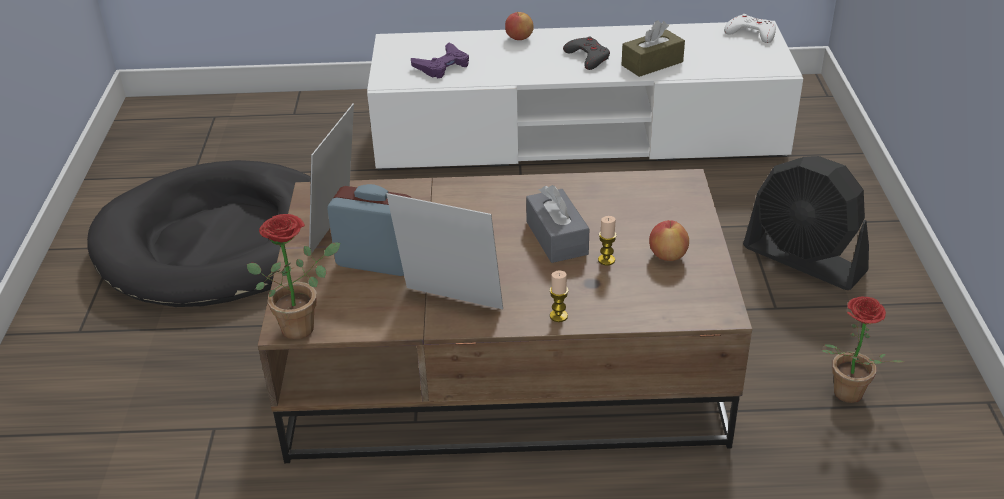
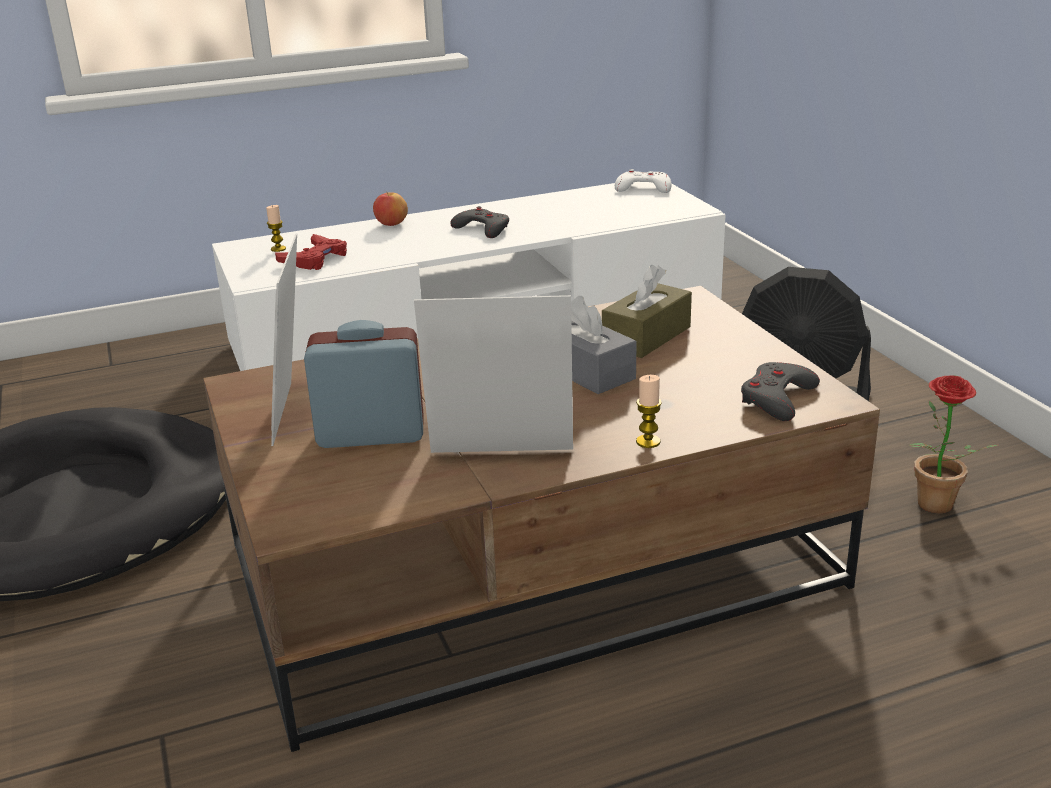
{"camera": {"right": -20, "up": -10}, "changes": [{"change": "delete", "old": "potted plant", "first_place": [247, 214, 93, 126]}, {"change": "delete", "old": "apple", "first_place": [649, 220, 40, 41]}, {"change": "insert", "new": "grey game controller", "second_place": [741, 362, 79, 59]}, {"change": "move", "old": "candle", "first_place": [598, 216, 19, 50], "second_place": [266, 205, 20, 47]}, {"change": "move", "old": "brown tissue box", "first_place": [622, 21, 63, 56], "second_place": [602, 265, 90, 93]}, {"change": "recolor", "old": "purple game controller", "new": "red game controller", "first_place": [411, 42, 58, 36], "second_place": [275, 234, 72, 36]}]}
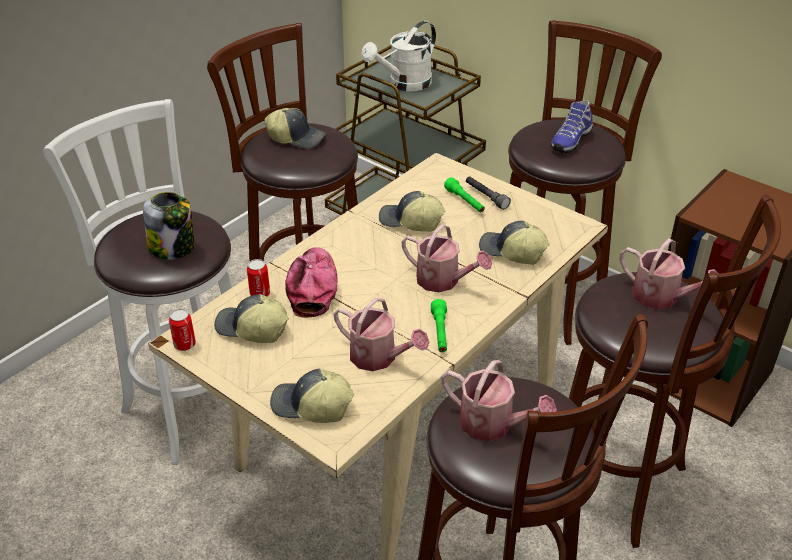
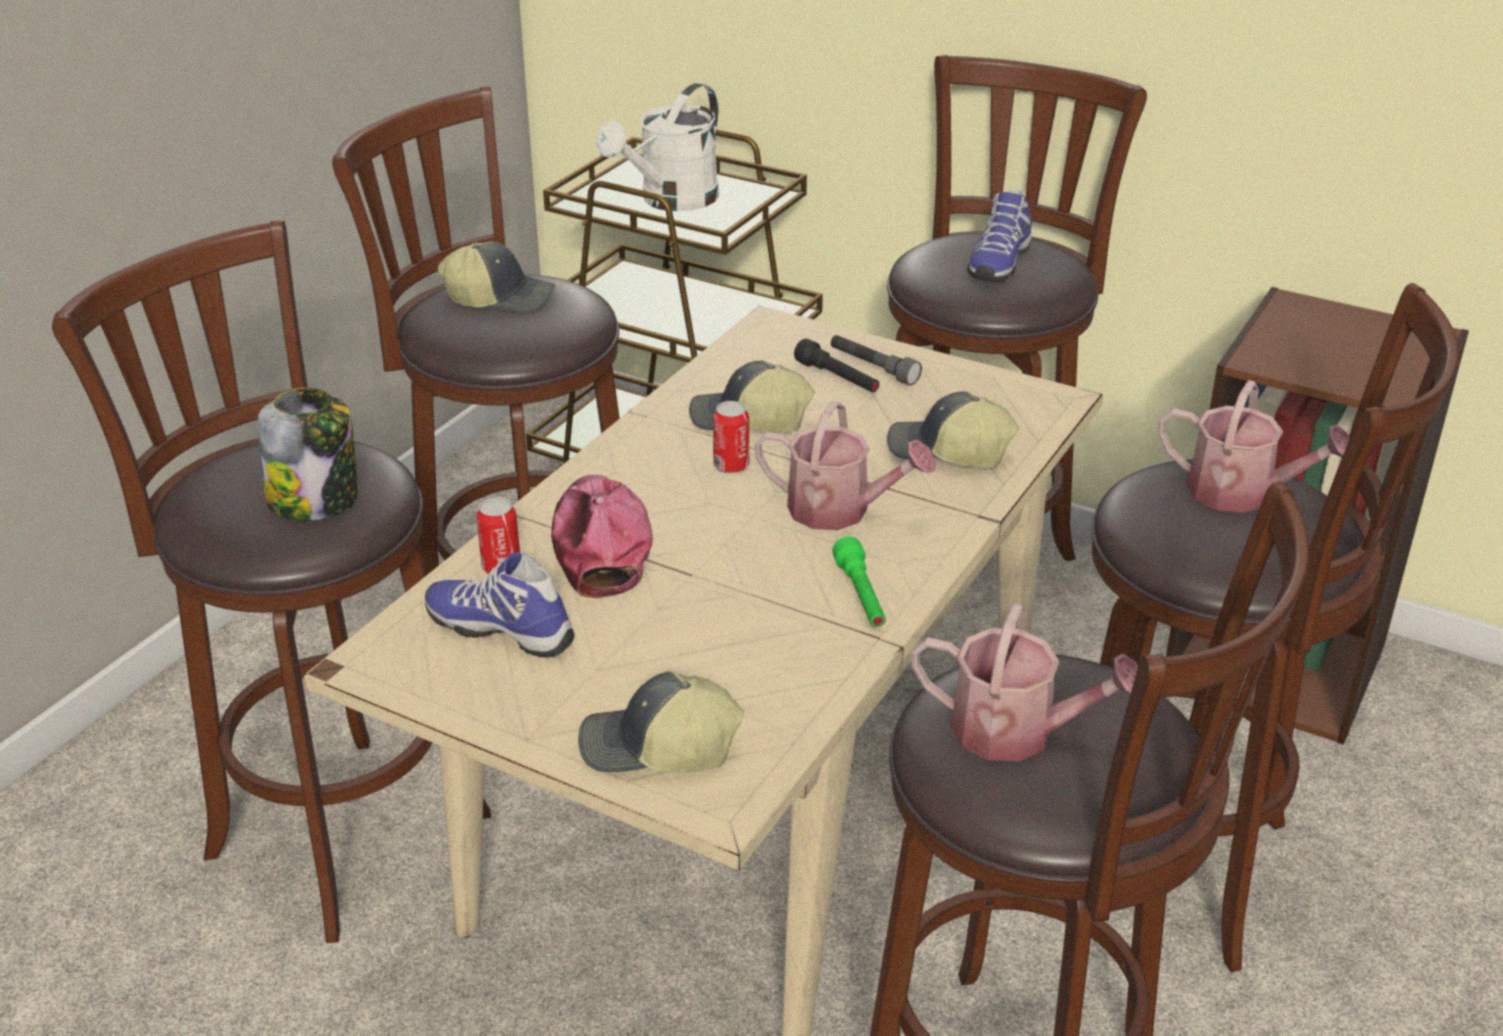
{"camera": {"right": -10, "up": -5}, "changes": [{"change": "delete", "old": "watering can", "first_place": [333, 298, 96, 73]}, {"change": "move", "old": "can", "first_place": [169, 309, 27, 42], "second_place": [713, 401, 36, 73]}, {"change": "replace", "old": "cap", "new": "shoe", "first_place": [214, 294, 75, 49], "second_place": [425, 552, 150, 106]}, {"change": "recolor", "old": "white stool", "new": "brown stool", "first_place": [43, 99, 190, 366], "second_place": [52, 221, 439, 722]}, {"change": "recolor", "old": "green flashlight", "new": "black flashlight", "first_place": [444, 177, 41, 36], "second_place": [794, 339, 86, 54]}]}
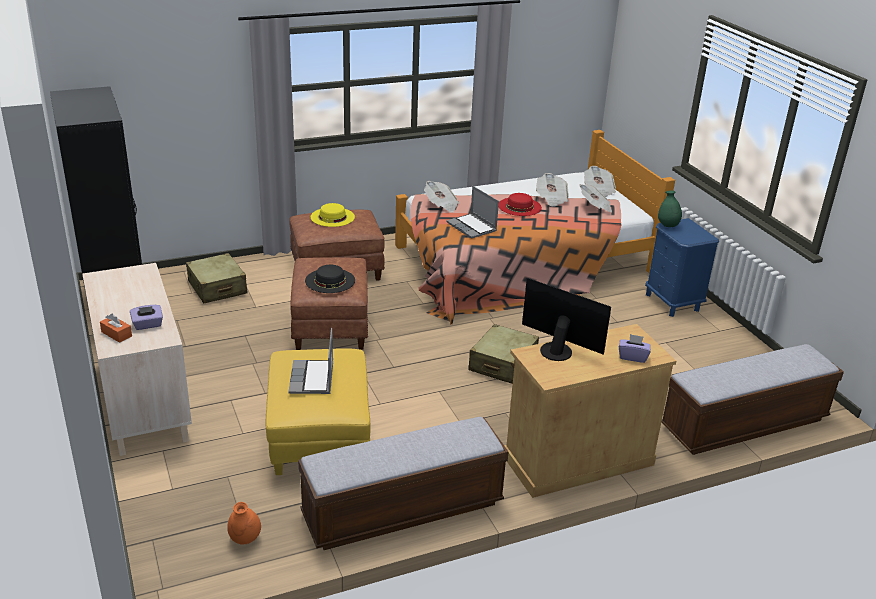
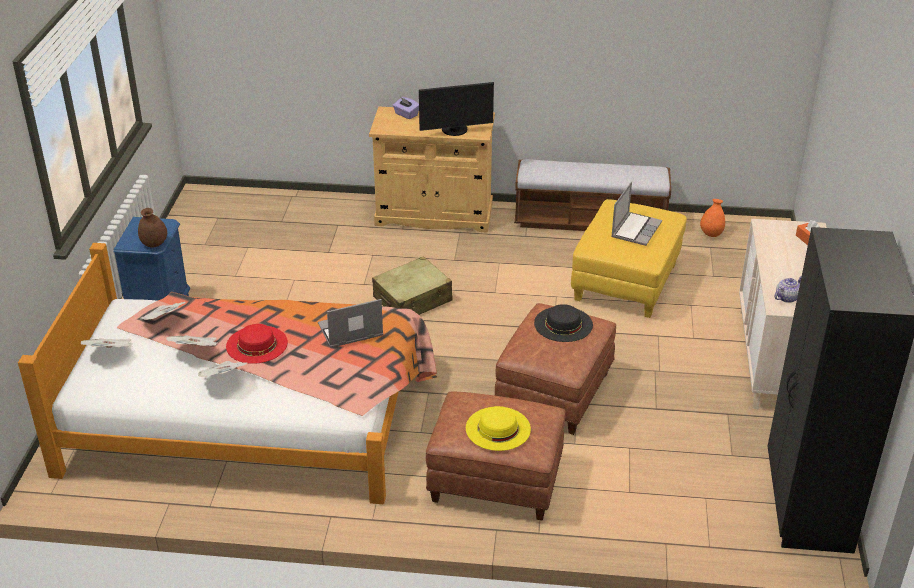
{"camera": {"right": -150, "up": 5}, "changes": [{"change": "delete", "old": "purple tissue box", "first_place": [130, 305, 33, 25]}, {"change": "delete", "old": "beige suitcase", "first_place": [186, 253, 62, 50]}, {"change": "delete", "old": "bench", "first_place": [662, 344, 182, 111]}, {"change": "insert", "new": "teapot", "second_place": [774, 276, 28, 27]}, {"change": "move", "old": "newspaper", "first_place": [424, 181, 35, 31], "second_place": [198, 361, 49, 16]}, {"change": "recolor", "old": "green vase", "new": "brown vase", "first_place": [658, 191, 24, 36], "second_place": [138, 208, 29, 40]}, {"change": "rotate", "old": "laptop", "first_place": [447, 186, 52, 53], "second_place": [318, 299, 65, 49], "degrees": -105}, {"change": "rotate", "old": "monitor", "first_place": [522, 278, 89, 83], "second_place": [419, 82, 75, 54], "degrees": -75}]}
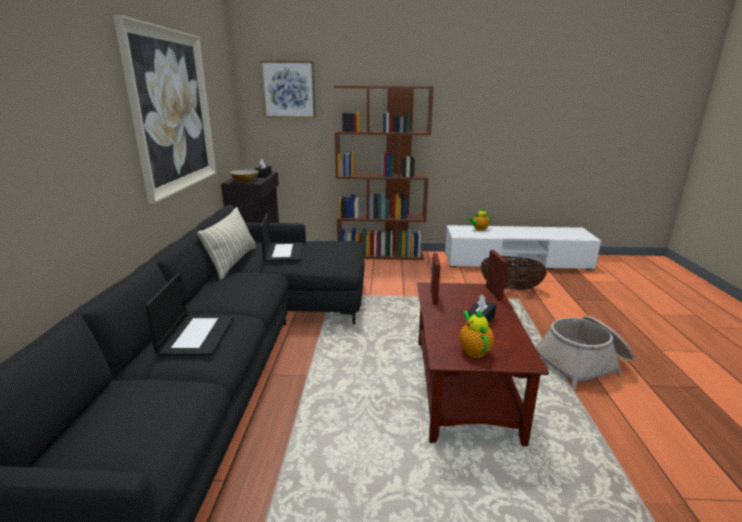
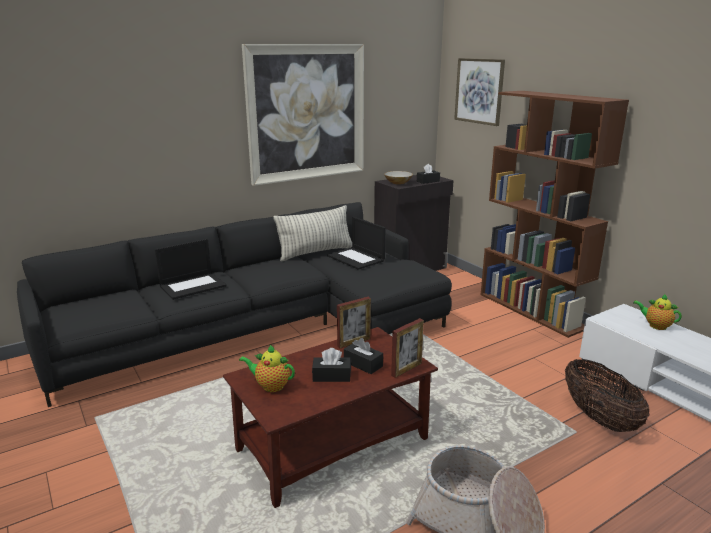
{"camera": {"right": 55, "up": 0}, "changes": [{"change": "insert", "new": "black tissue box", "second_place": [344, 338, 39, 36]}, {"change": "rotate", "old": "laptop", "first_place": [260, 213, 43, 49], "second_place": [327, 217, 59, 53], "degrees": 90}, {"change": "rotate", "old": "teapot", "first_place": [459, 309, 35, 49], "second_place": [239, 345, 56, 47], "degrees": -120}]}
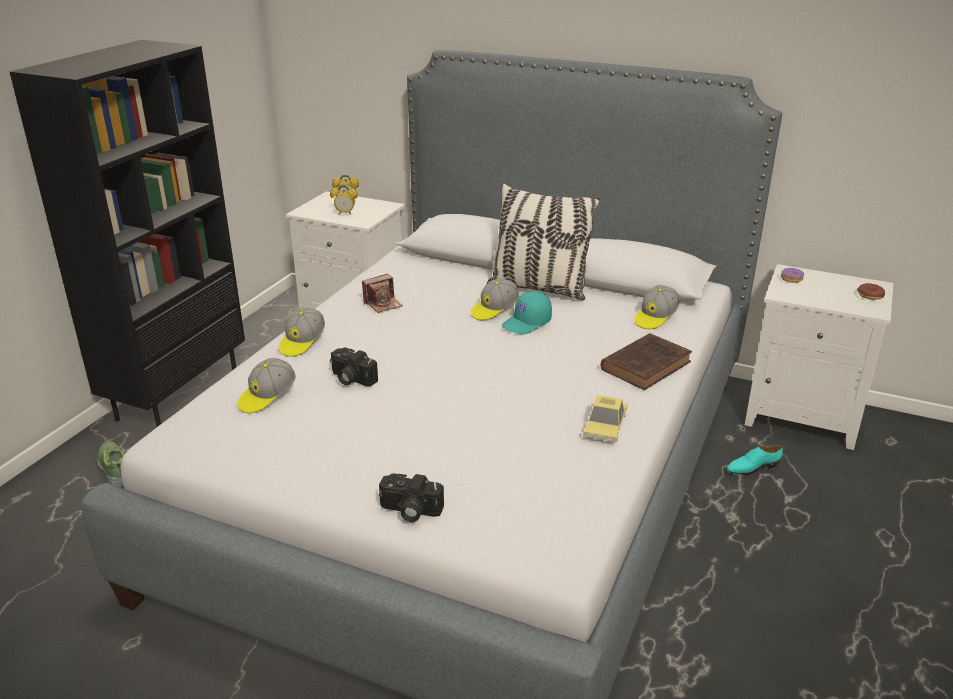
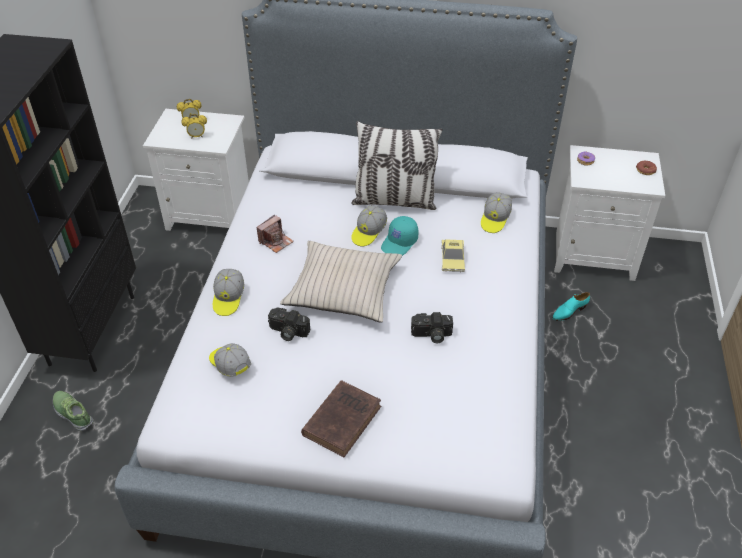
{"camera": {"right": -15, "up": 15}, "changes": [{"change": "insert", "new": "beige pillow", "second_place": [280, 241, 122, 81]}, {"change": "move", "old": "photo camera", "first_place": [379, 473, 65, 49], "second_place": [411, 312, 42, 31]}, {"change": "move", "old": "toy car", "first_place": [583, 395, 44, 47], "second_place": [441, 239, 24, 33]}, {"change": "move", "old": "brown book", "first_place": [601, 333, 91, 57], "second_place": [301, 380, 80, 77]}, {"change": "rotate", "old": "cap", "first_place": [237, 358, 59, 55], "second_place": [209, 343, 42, 34], "degrees": 120}]}
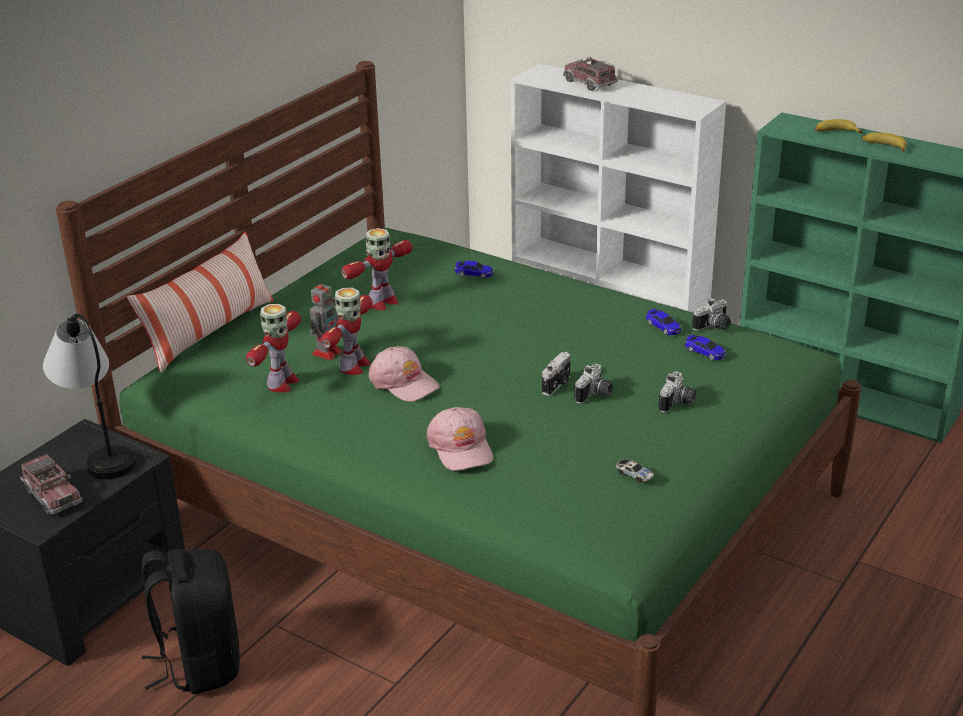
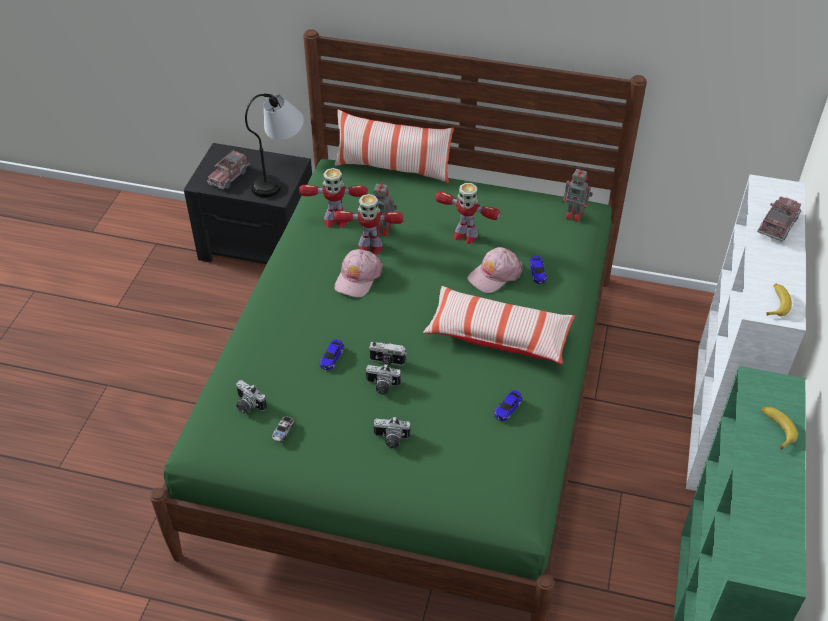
{"camera": {"right": 70, "up": 15}, "changes": [{"change": "delete", "old": "black backpack", "first_place": [142, 549, 98, 145]}, {"change": "insert", "new": "pillow", "second_place": [423, 286, 152, 78]}, {"change": "insert", "new": "toy robot", "second_place": [563, 167, 30, 55]}, {"change": "move", "old": "pink cap", "first_place": [426, 407, 67, 64], "second_place": [467, 247, 55, 46]}, {"change": "move", "old": "toy car", "first_place": [685, 335, 41, 25], "second_place": [320, 339, 24, 31]}, {"change": "move", "old": "photo camera", "first_place": [692, 298, 39, 33], "second_place": [236, 380, 31, 34]}, {"change": "move", "old": "banana", "first_place": [862, 132, 45, 20], "second_place": [766, 284, 26, 32]}]}
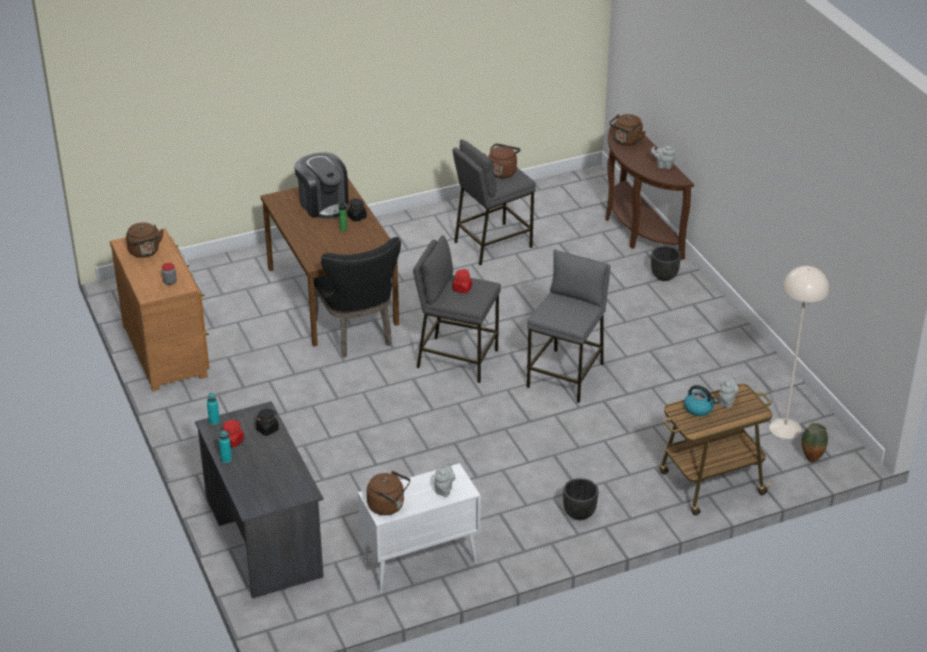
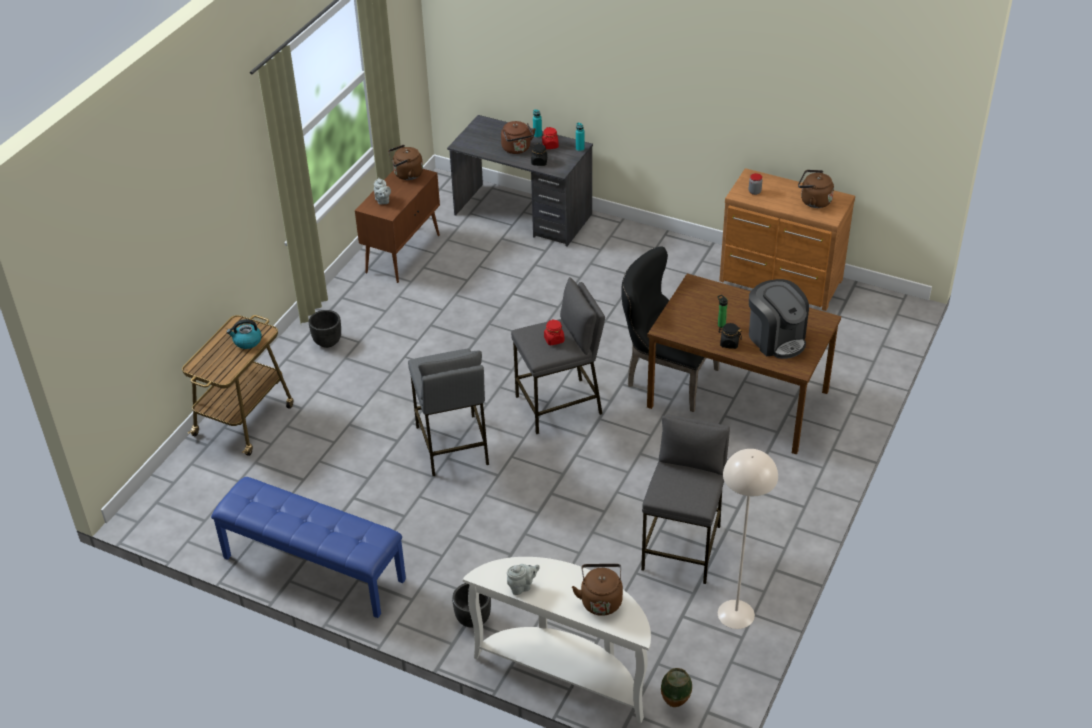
{"camera": {"right": 140, "up": 5}, "changes": [{"change": "delete", "old": "grey teapot", "first_place": [719, 376, 20, 32]}, {"change": "insert", "new": "blue bench", "second_place": [211, 477, 195, 141]}, {"change": "move", "old": "brown kettle", "first_place": [483, 143, 38, 35], "second_place": [501, 121, 35, 33]}, {"change": "move", "old": "beige floor lamp", "first_place": [769, 266, 60, 173], "second_place": [718, 449, 60, 180]}, {"change": "move", "old": "vase", "first_place": [801, 423, 27, 40], "second_place": [661, 668, 31, 39]}, {"change": "recolor", "old": "white cabinet", "new": "brown cabinet", "first_place": [358, 463, 123, 130], "second_place": [355, 169, 85, 114]}, {"change": "recolor", "old": "brown console table", "new": "white console table", "first_place": [605, 122, 89, 138], "second_place": [463, 557, 188, 166]}, {"change": "rotate", "old": "coffee machine", "first_place": [294, 152, 55, 67], "second_place": [749, 279, 60, 80], "degrees": -135}]}
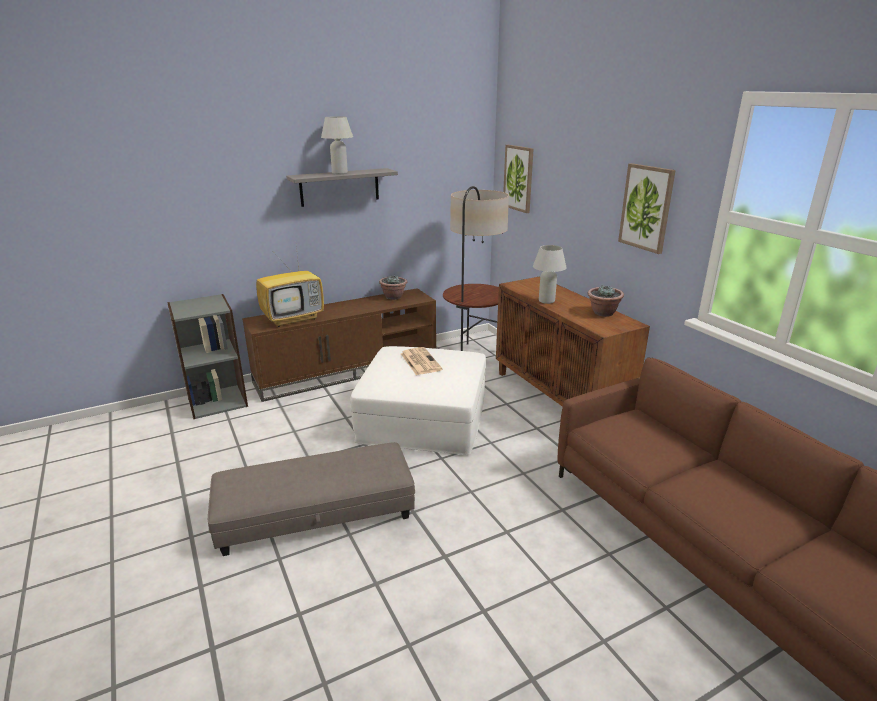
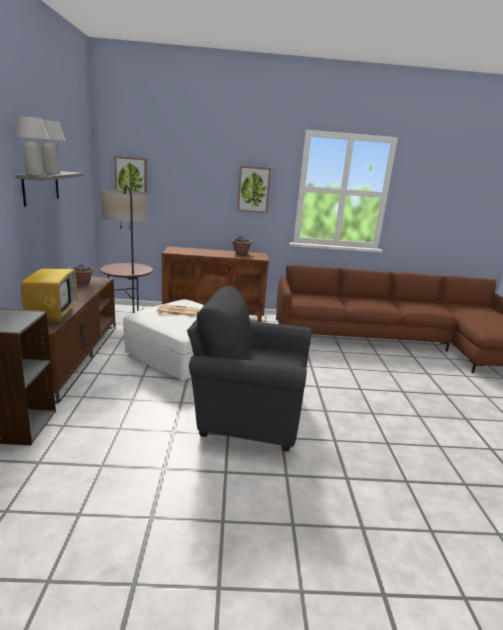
{"camera": {"right": -65, "up": -5}, "changes": [{"change": "move", "old": "white table lamp", "first_place": [533, 245, 34, 59], "second_place": [14, 116, 35, 60]}, {"change": "replace", "old": "grey ottoman", "new": "grey armchair", "first_place": [208, 442, 207, 114], "second_place": [187, 286, 125, 166]}]}
